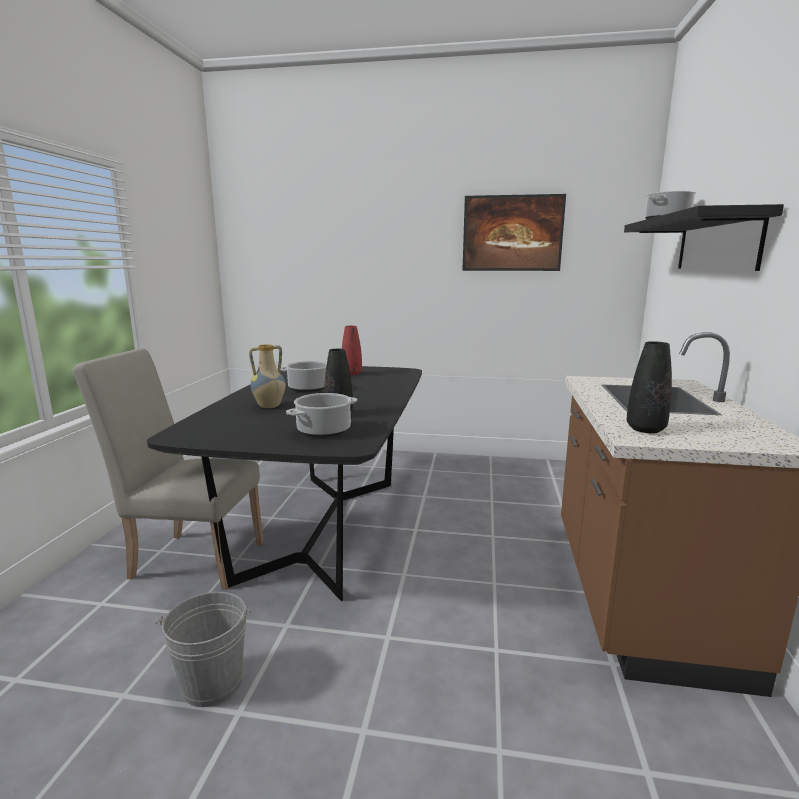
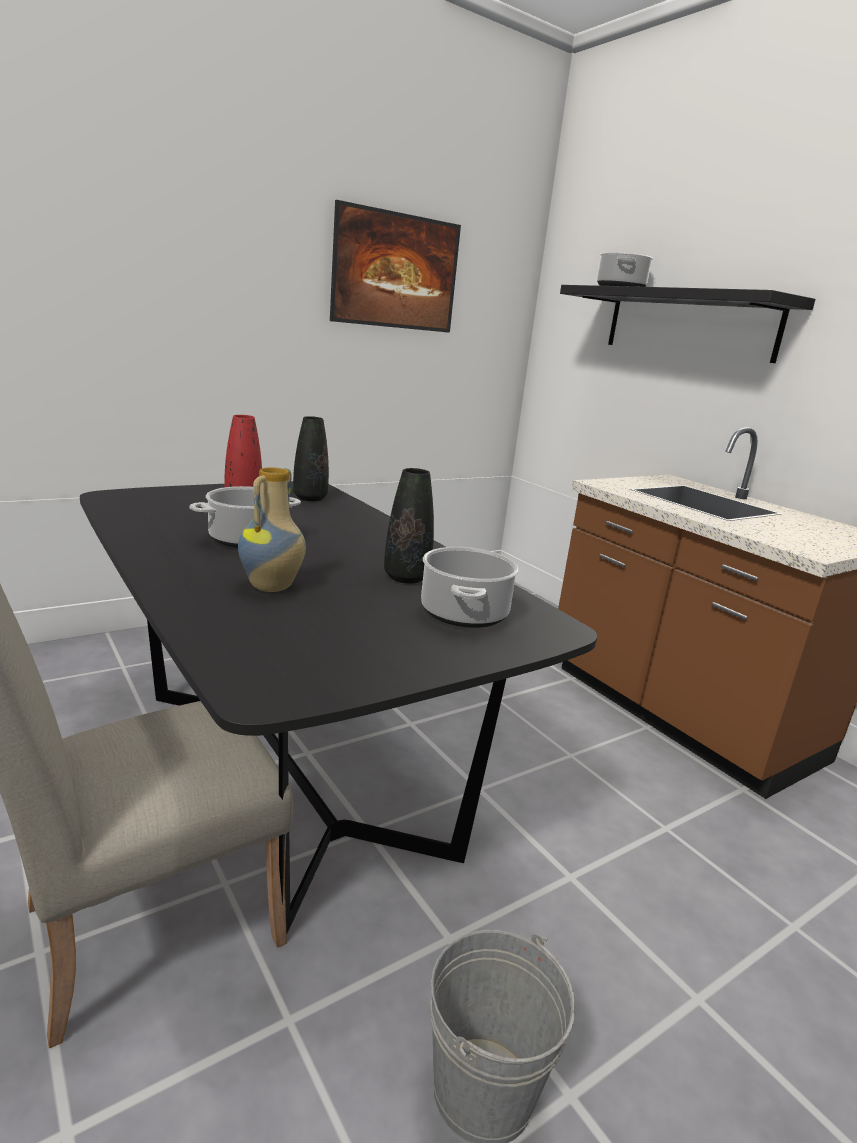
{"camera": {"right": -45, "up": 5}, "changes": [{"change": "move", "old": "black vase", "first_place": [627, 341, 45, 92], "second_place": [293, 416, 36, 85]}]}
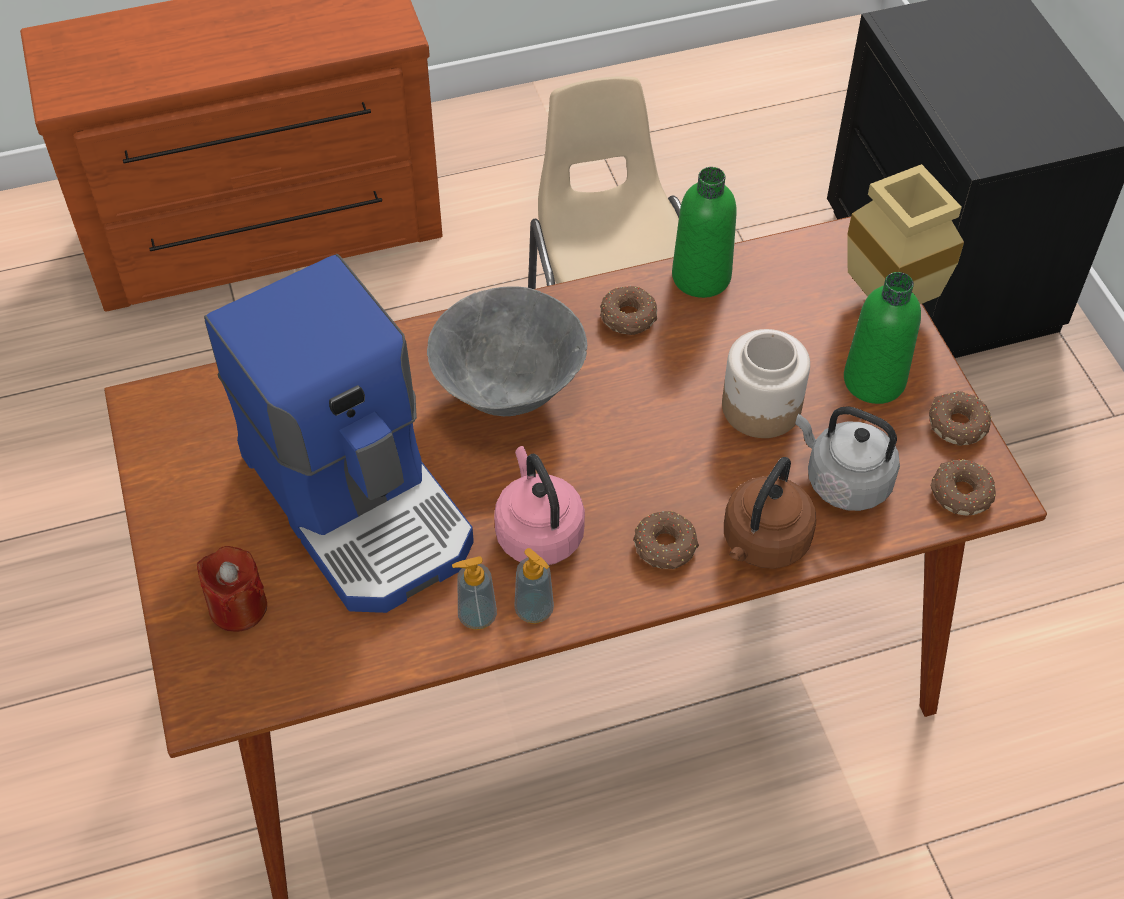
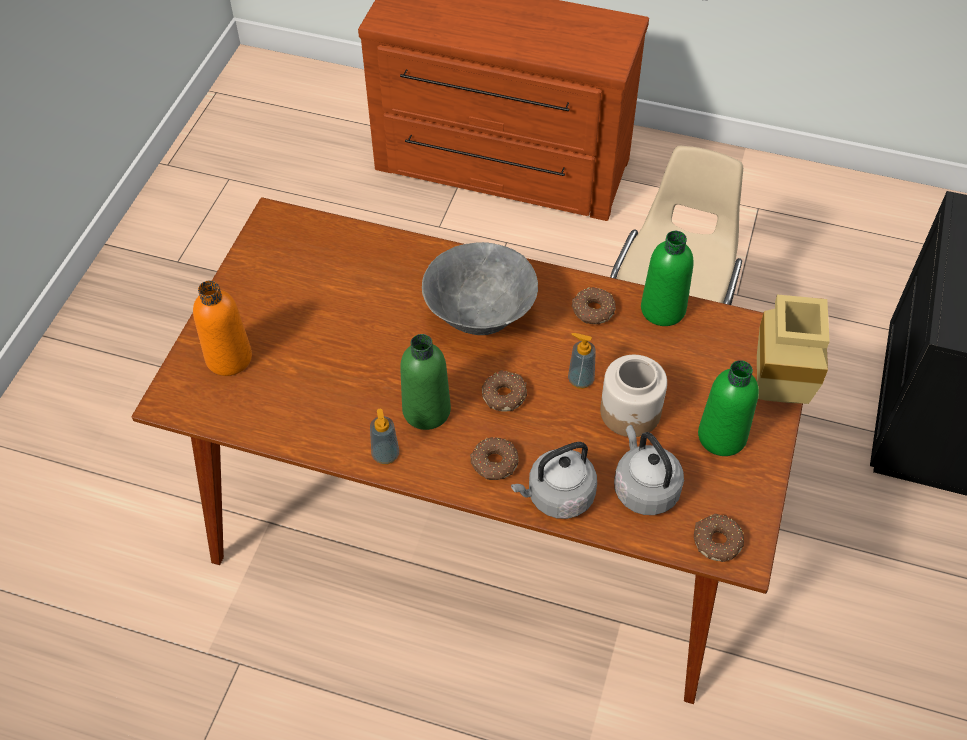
{"camera": {"right": 35, "up": 0}, "changes": [{"change": "delete", "old": "coffee machine", "first_place": [204, 254, 270, 359]}, {"change": "move", "old": "soap dispenser", "first_place": [452, 556, 45, 74], "second_place": [568, 333, 28, 56]}, {"change": "move", "old": "donut", "first_place": [929, 391, 63, 55], "second_place": [482, 370, 45, 41]}, {"change": "replace", "old": "red candle", "new": "orange bottle", "first_place": [197, 546, 70, 86], "second_place": [193, 280, 59, 96]}, {"change": "replace", "old": "pink kettle", "new": "green bottle", "first_place": [494, 446, 91, 119], "second_place": [400, 334, 51, 96]}, {"change": "recolor", "old": "brown kettle", "new": "grey kettle", "first_place": [724, 457, 92, 112], "second_place": [511, 442, 86, 77]}]}
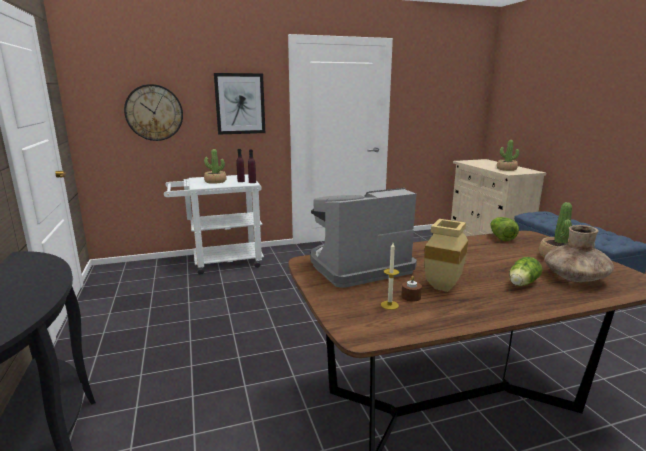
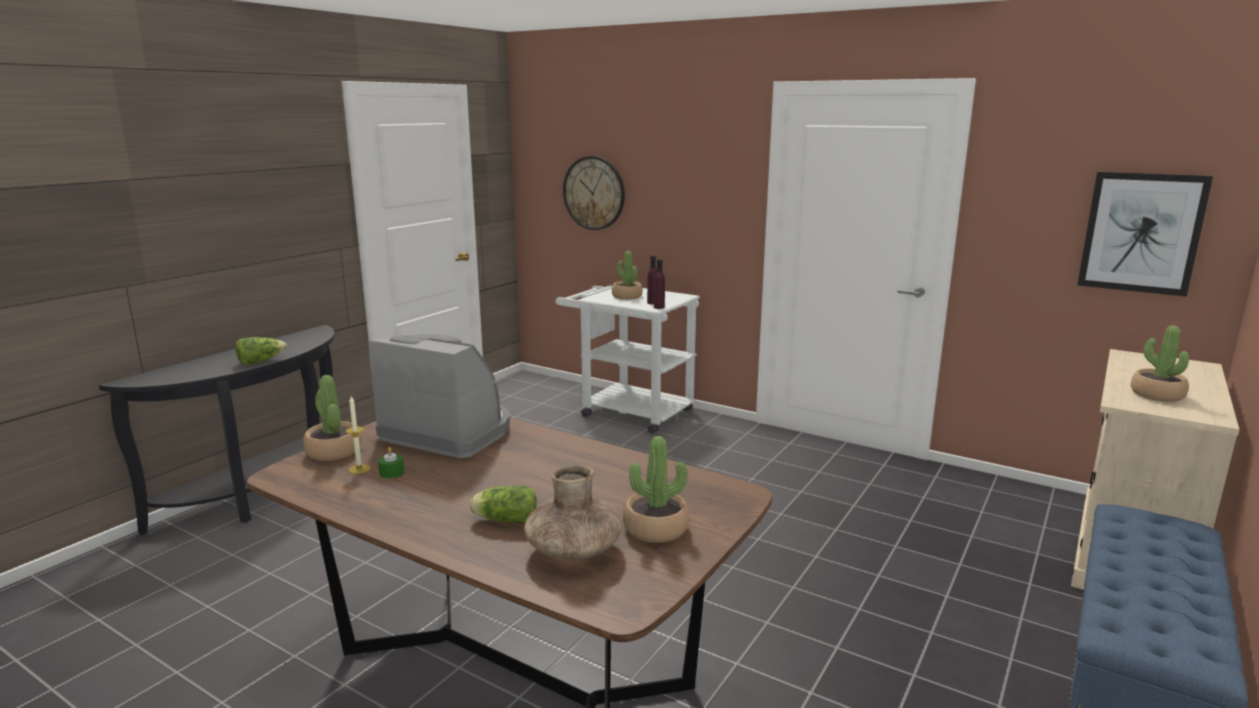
{"camera": {"right": 50, "up": 0}, "changes": [{"change": "delete", "old": "beige vase", "first_place": [424, 219, 44, 73]}, {"change": "insert", "new": "potted plant", "second_place": [303, 375, 58, 86]}, {"change": "move", "old": "picture", "first_place": [214, 73, 51, 62], "second_place": [1077, 172, 136, 125]}, {"change": "move", "old": "lettuce", "first_place": [490, 217, 29, 24], "second_place": [235, 337, 52, 28]}, {"change": "recolor", "old": "brown candle", "new": "green candle", "first_place": [401, 276, 21, 26], "second_place": [378, 447, 26, 32]}]}
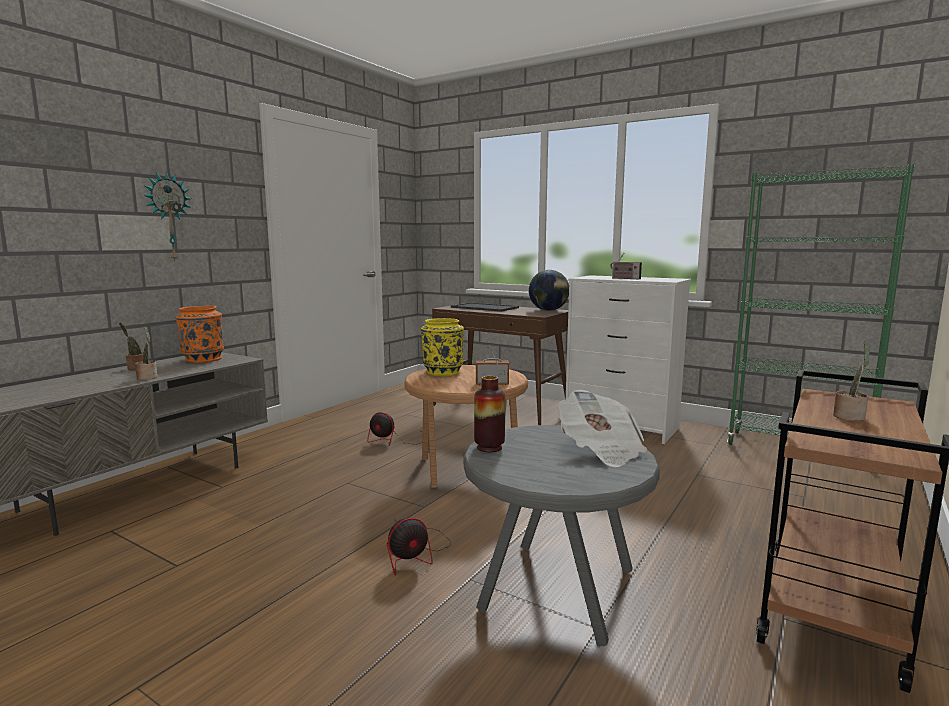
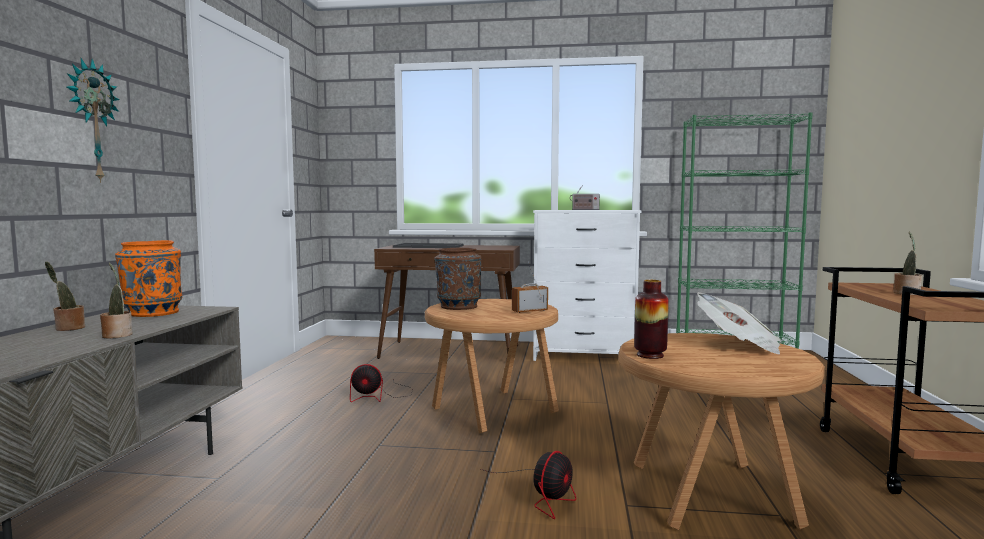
{"camera": {"right": -25, "up": -5}, "changes": [{"change": "delete", "old": "globe", "first_place": [529, 270, 40, 41]}, {"change": "recolor", "old": "yellow vase", "new": "brown vase", "first_place": [421, 318, 43, 58], "second_place": [434, 248, 47, 62]}, {"change": "recolor", "old": "grey side table", "new": "brown side table", "first_place": [463, 425, 197, 221], "second_place": [619, 333, 206, 197]}]}
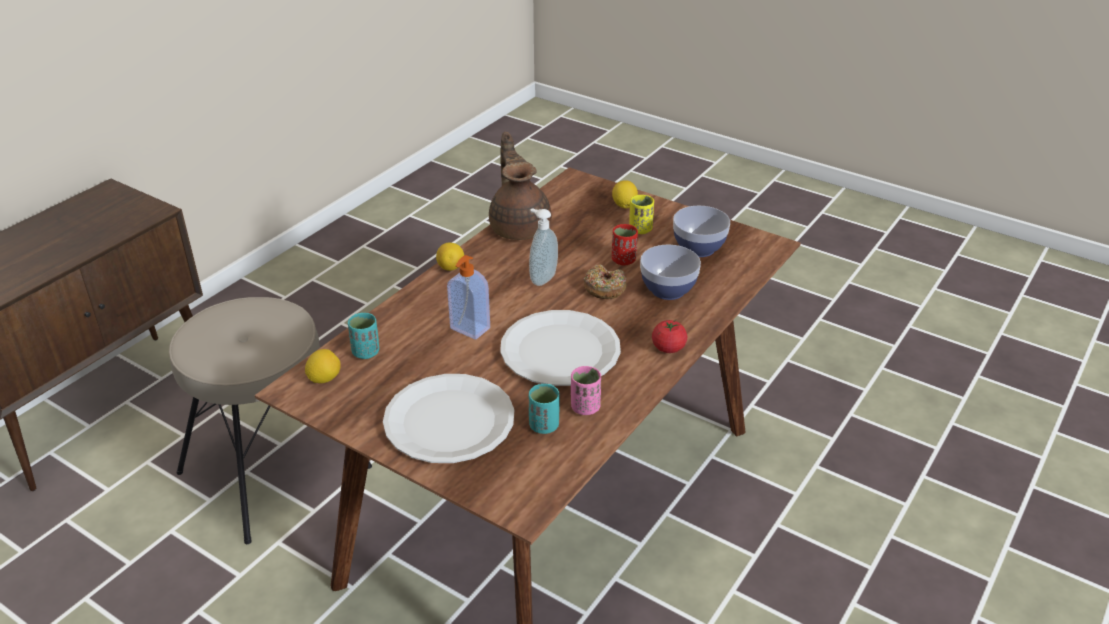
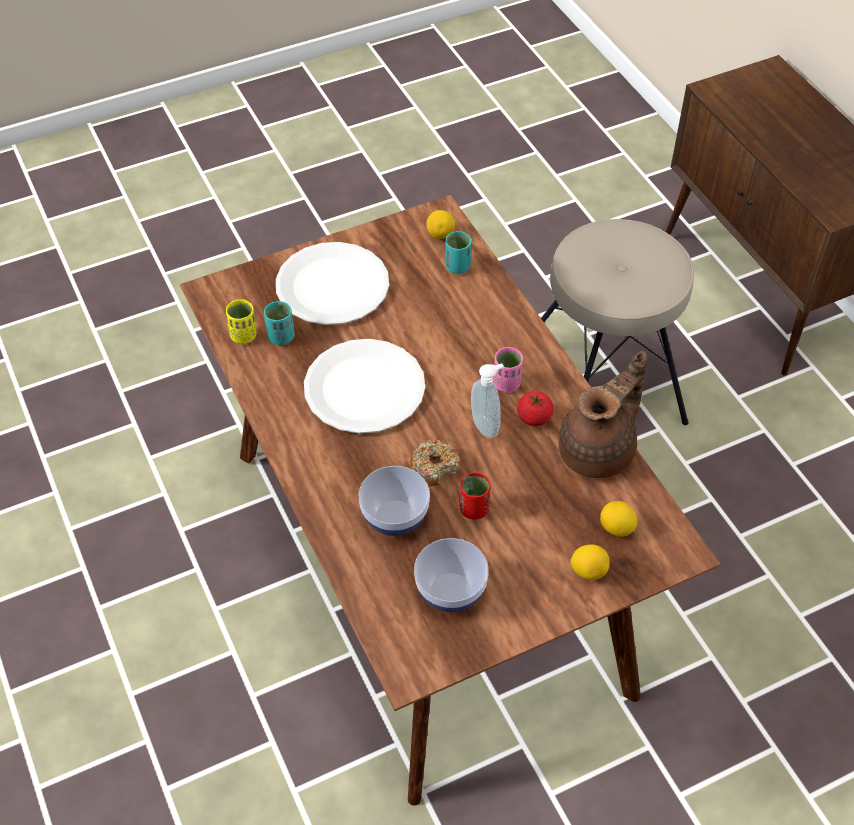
{"camera": {"right": 120, "up": 15}, "changes": [{"change": "delete", "old": "soap dispenser", "first_place": [447, 255, 43, 84]}, {"change": "move", "old": "lemon", "first_place": [436, 243, 28, 28], "second_place": [600, 501, 38, 36]}, {"change": "move", "old": "pink cup", "first_place": [571, 366, 30, 49], "second_place": [494, 347, 29, 45]}, {"change": "move", "old": "yellow cup", "first_place": [629, 195, 25, 39], "second_place": [226, 299, 31, 45]}, {"change": "move", "old": "tomato", "first_place": [652, 320, 35, 33], "second_place": [517, 391, 37, 35]}, {"change": "rotate", "old": "brown teapot", "first_place": [489, 132, 63, 108], "second_place": [559, 351, 88, 127], "degrees": -60}]}
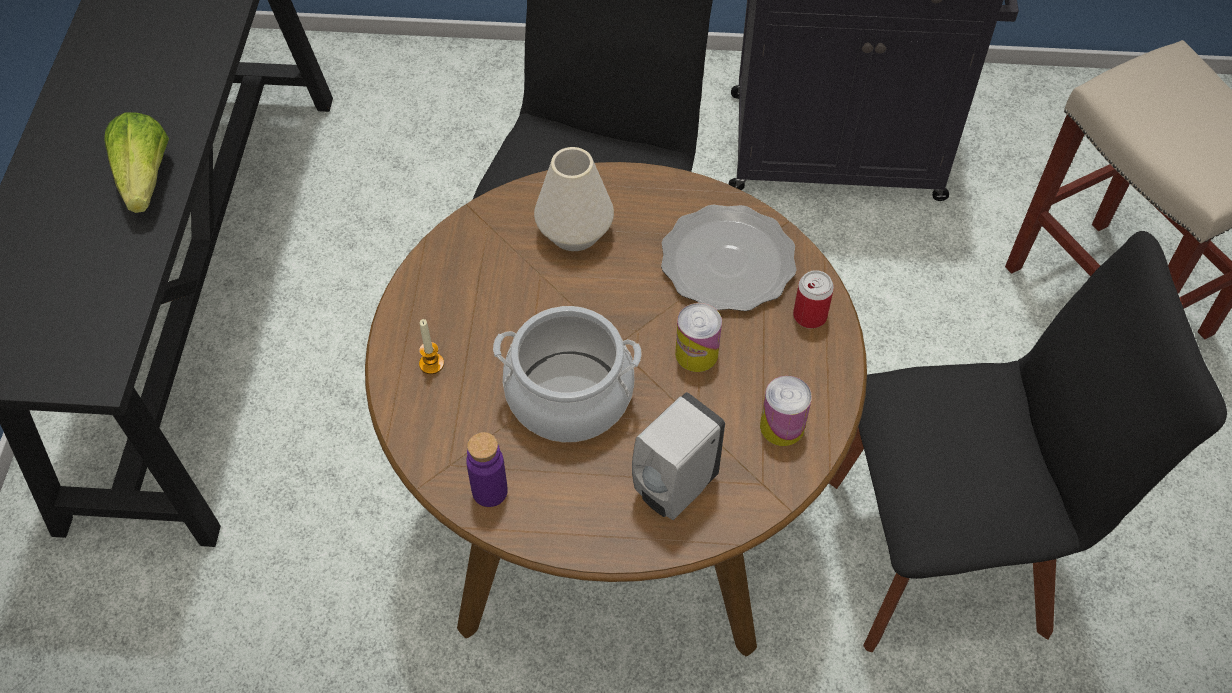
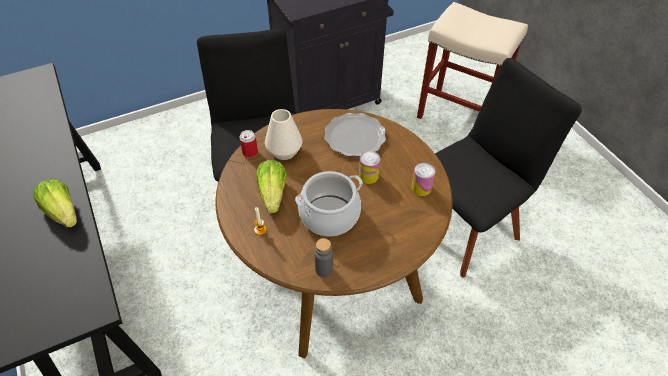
{"camera": {"right": -30, "up": -5}, "changes": [{"change": "delete", "old": "white soap dispenser", "first_place": [632, 392, 93, 128]}, {"change": "insert", "new": "lettuce", "second_place": [256, 160, 32, 53]}, {"change": "move", "old": "can", "first_place": [793, 270, 41, 58], "second_place": [240, 130, 18, 28]}, {"change": "recolor", "old": "purple bottle", "new": "grey bottle", "first_place": [466, 432, 42, 75], "second_place": [315, 238, 18, 39]}]}
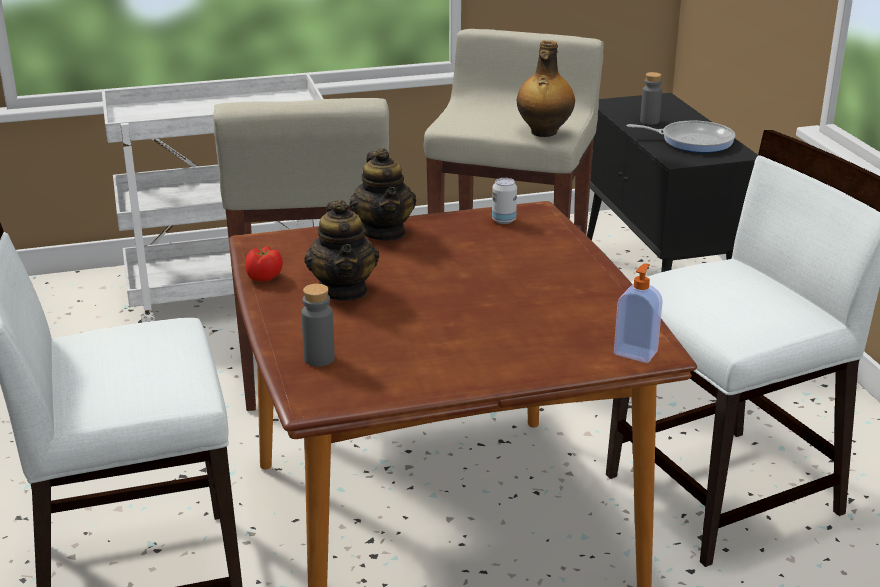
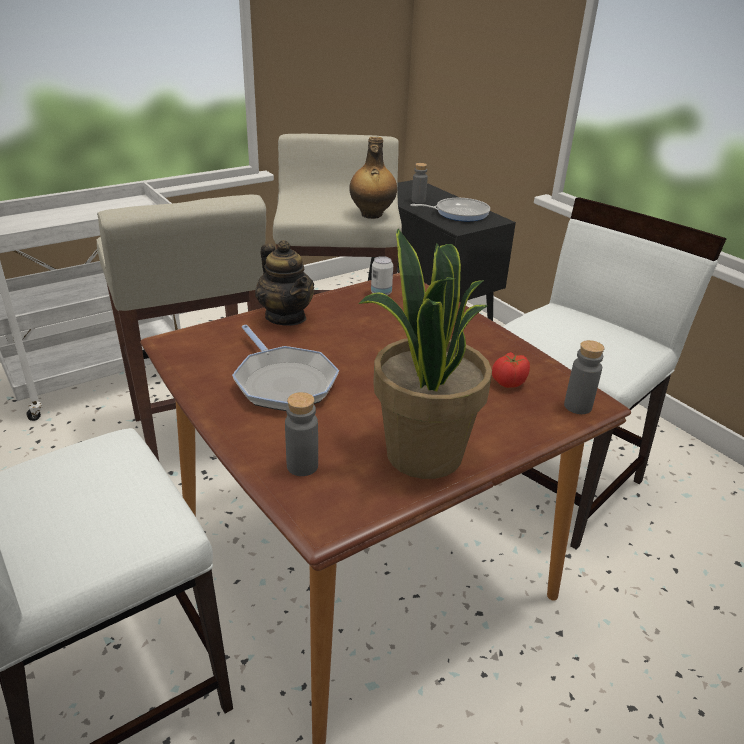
{"camera": {"right": -20, "up": 5}, "changes": [{"change": "insert", "new": "potted plant", "second_place": [359, 228, 133, 251]}, {"change": "move", "old": "tomato", "first_place": [246, 246, 37, 36], "second_place": [492, 352, 38, 36]}, {"change": "replace", "old": "teapot", "new": "frying pan", "first_place": [304, 199, 75, 102], "second_place": [232, 325, 107, 86]}, {"change": "replace", "old": "soap dispenser", "new": "grey bottle", "first_place": [614, 263, 49, 100], "second_place": [564, 340, 41, 74]}]}
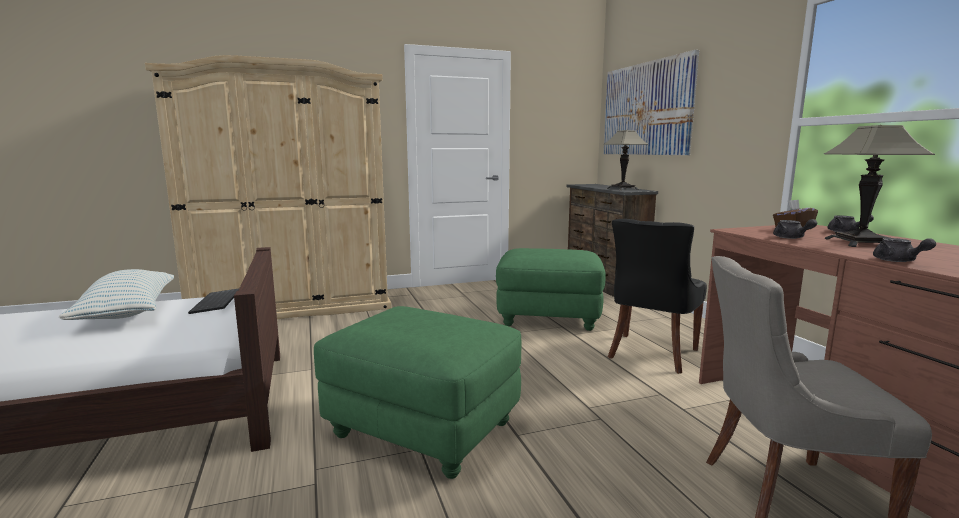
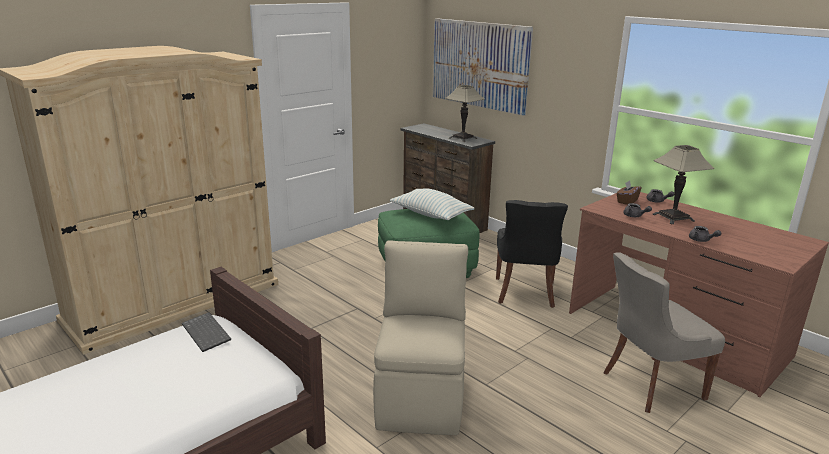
{"camera": {"right": -25, "up": 10}, "changes": [{"change": "move", "old": "pillow", "first_place": [59, 269, 115, 51], "second_place": [390, 189, 85, 31]}, {"change": "replace", "old": "green ottoman", "new": "beige chair", "first_place": [314, 306, 207, 173], "second_place": [373, 240, 95, 195]}]}
